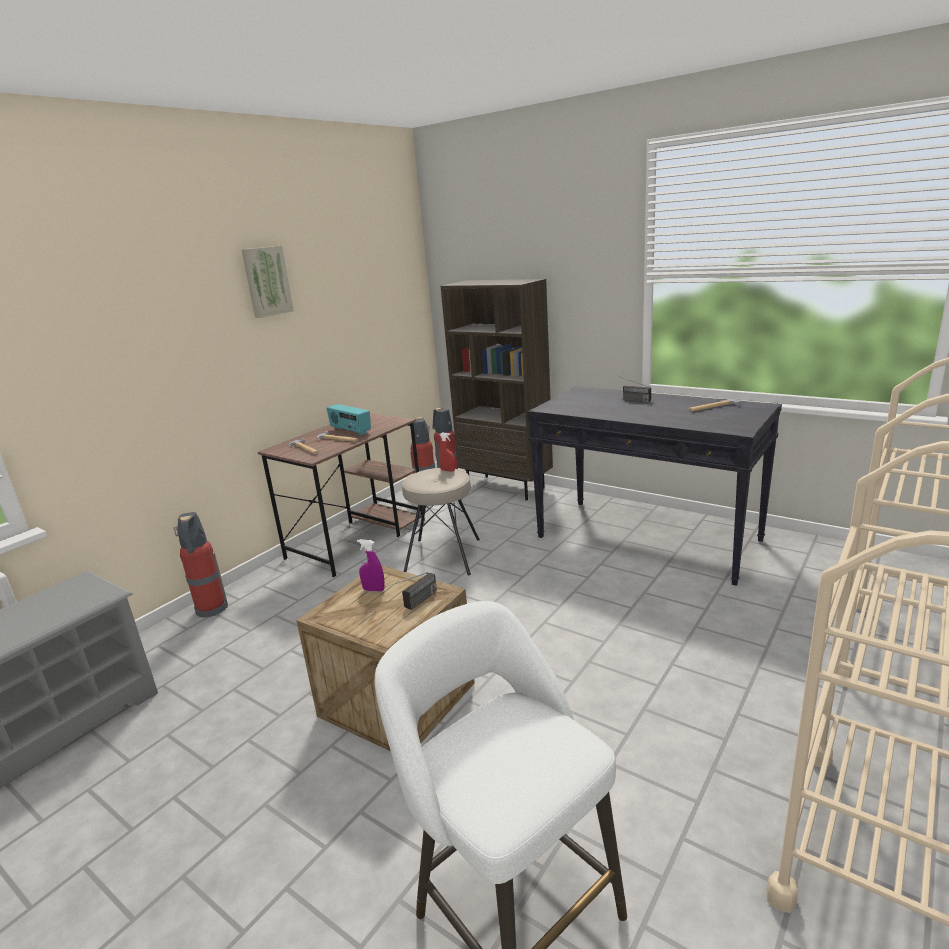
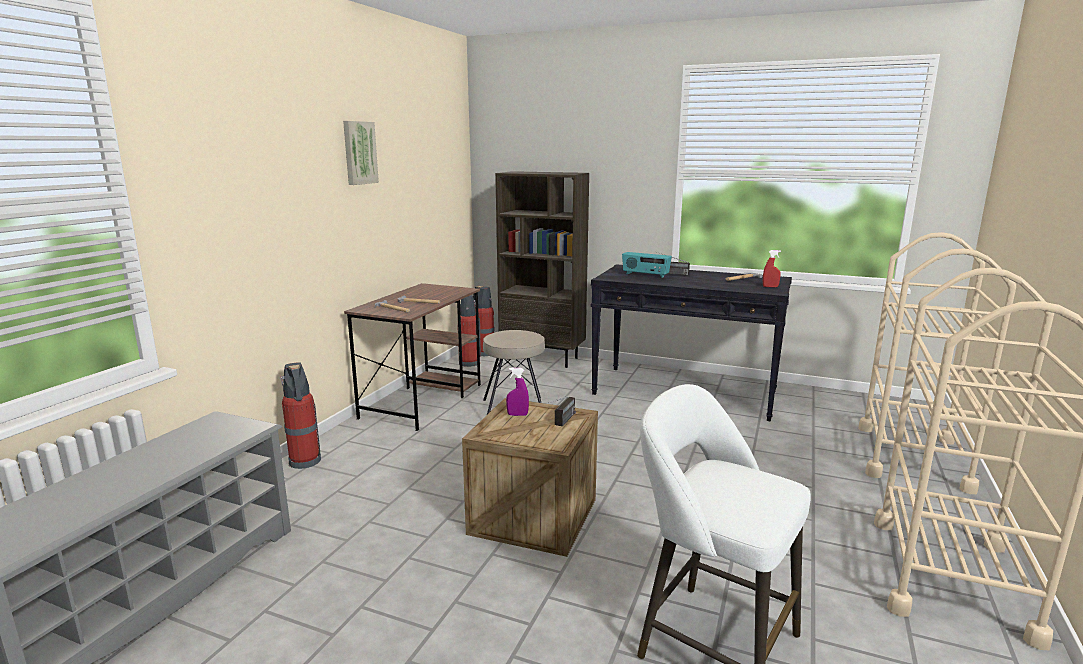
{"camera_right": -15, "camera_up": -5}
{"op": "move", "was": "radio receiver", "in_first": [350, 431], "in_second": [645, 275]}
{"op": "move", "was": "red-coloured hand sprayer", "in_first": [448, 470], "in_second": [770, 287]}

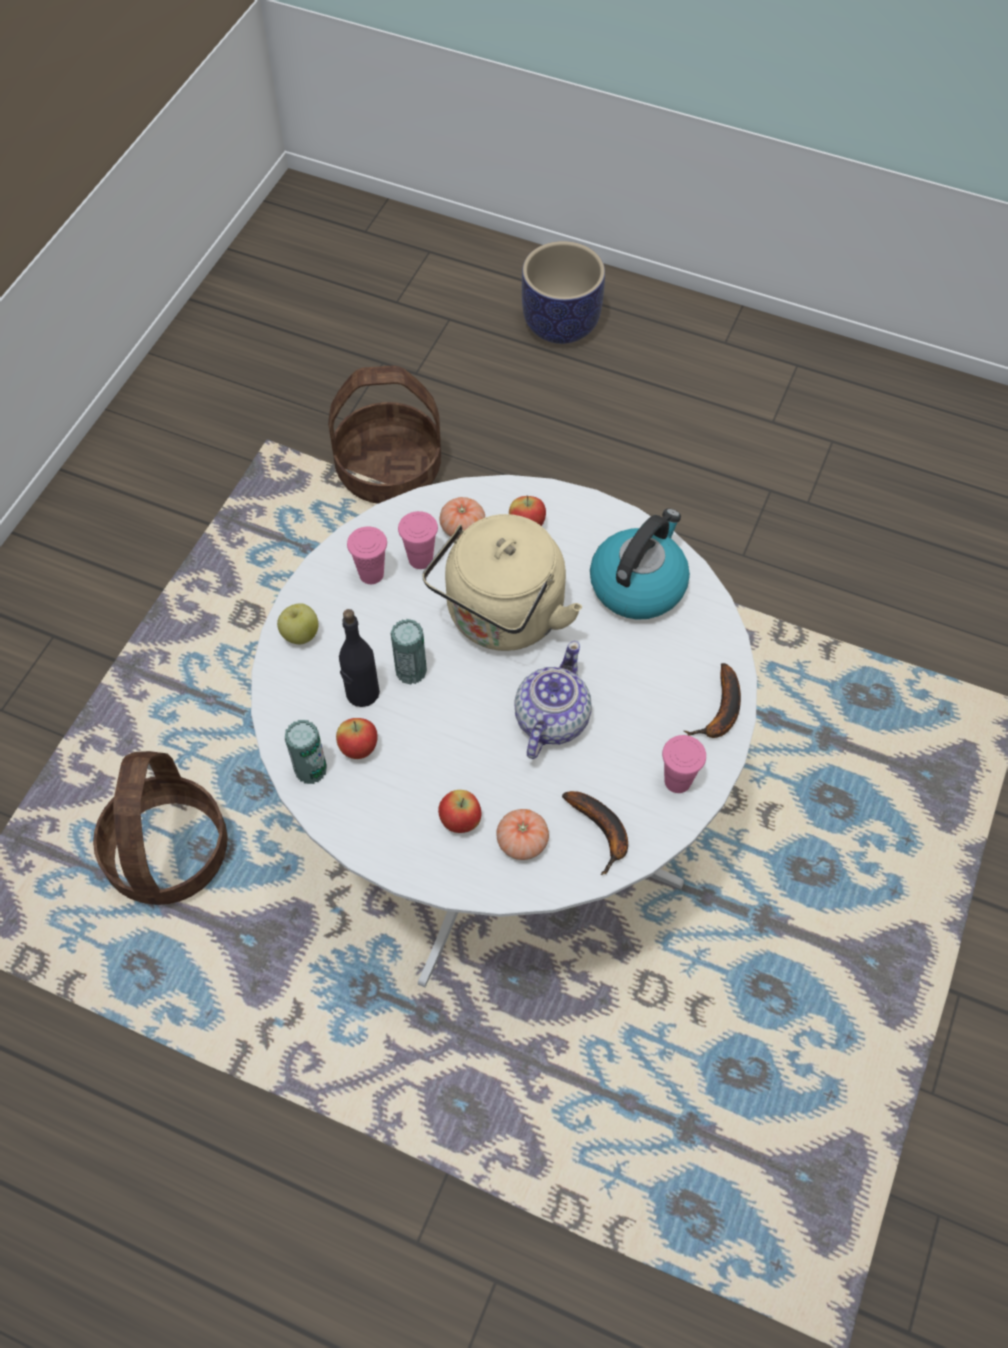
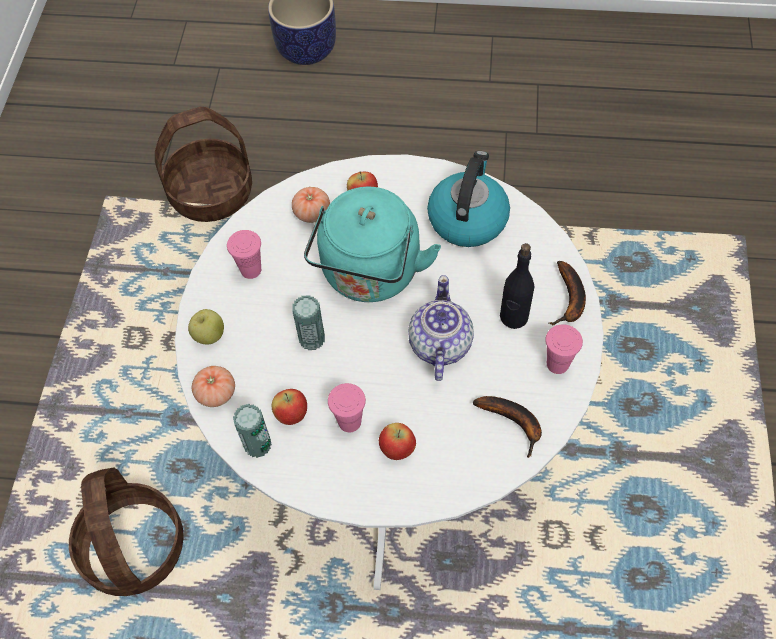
{"camera_right": -15, "camera_up": 0}
{"op": "move", "was": "fresh tomato", "in_first": [522, 841], "in_second": [216, 393]}
{"op": "recolor", "was": "beige-coloured tea kettle", "now": "blue-green tea kettle", "in_first": [502, 618], "in_second": [370, 275]}
{"op": "move", "was": "pink-coloured small cup", "in_first": [420, 559], "in_second": [349, 421]}
{"op": "move", "was": "black drink bottle", "in_first": [362, 693], "in_second": [513, 317]}

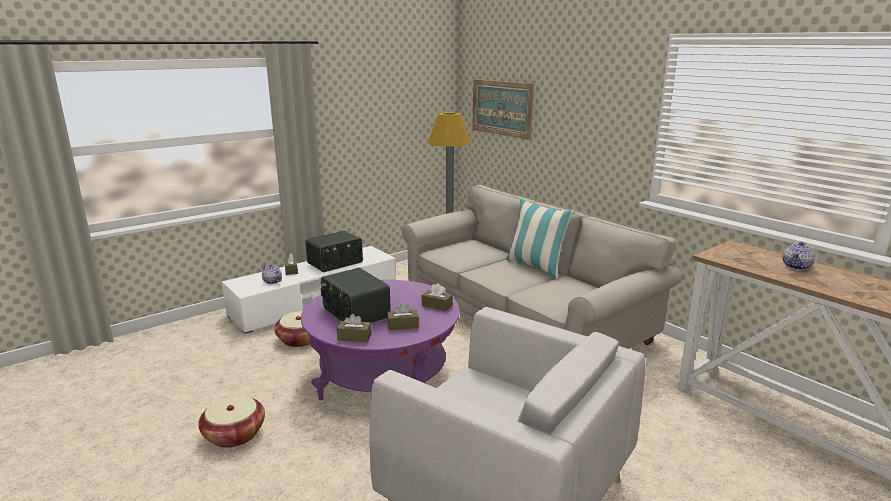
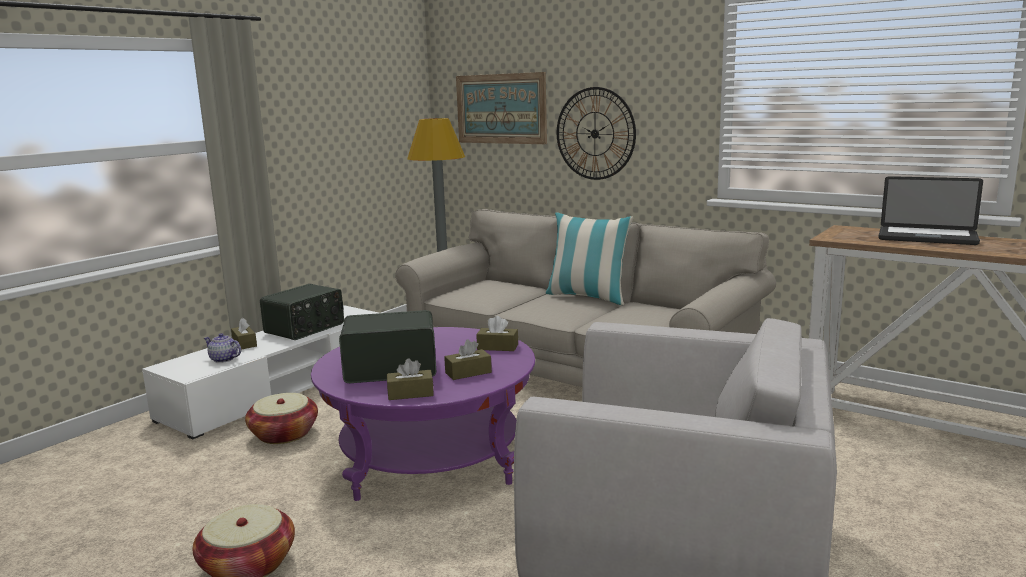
{"camera_right": -15, "camera_up": -5}
{"op": "rotate", "was": "radio receiver", "in_first": [355, 313], "in_second": [391, 368], "clockwise": 135}
{"op": "insert", "now": "wall clock", "in_second": [595, 134]}
{"op": "replace", "was": "tea pot", "now": "portable computer", "in_first": [796, 266], "in_second": [927, 237]}

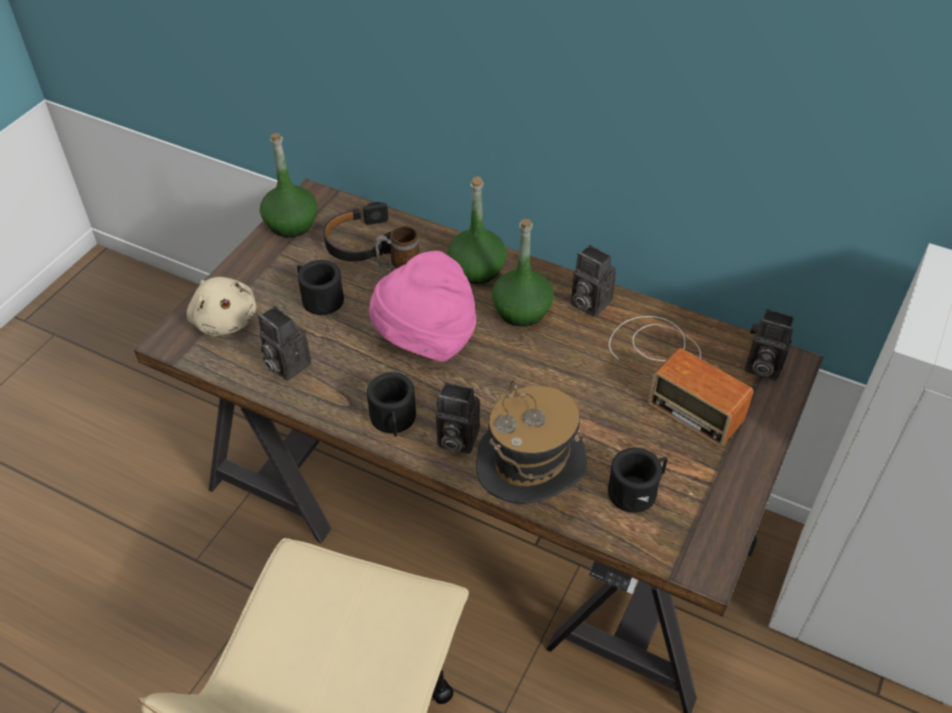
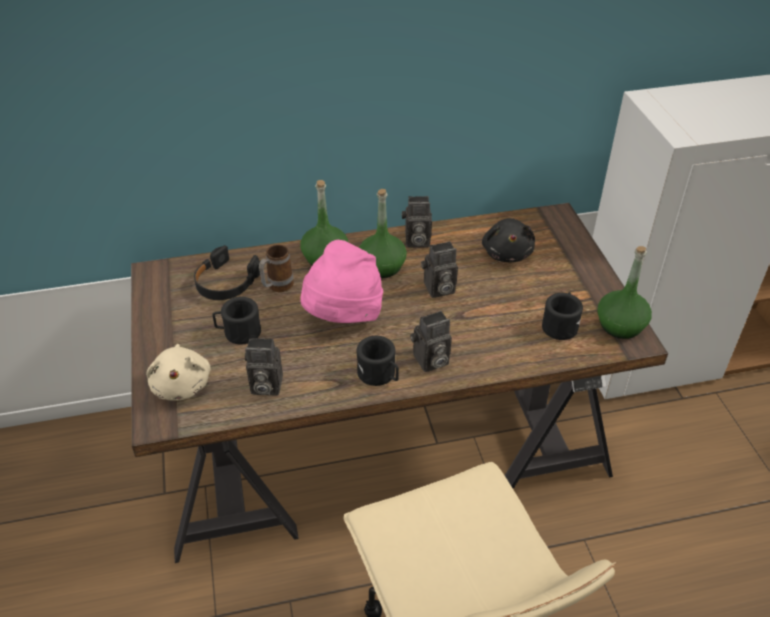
{"camera_right": -40, "camera_up": -5}
{"op": "rotate", "was": "beige-coloured cuddly toy", "in_first": [224, 319], "in_second": [182, 384], "clockwise": 60}
{"op": "move", "was": "photo camera", "in_first": [760, 366], "in_second": [438, 289]}
{"op": "replace", "was": "radio receiver", "now": "black cuddly toy", "in_first": [673, 373], "in_second": [507, 253]}
{"op": "move", "was": "green drink bottle", "in_first": [291, 224], "in_second": [620, 325]}
{"op": "delete", "was": "wearable hat", "in_first": [529, 493]}

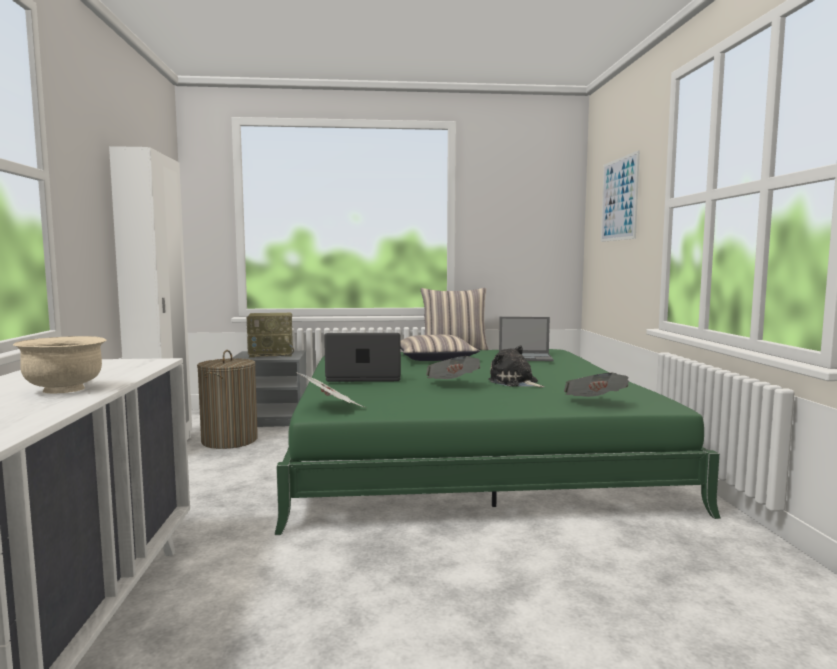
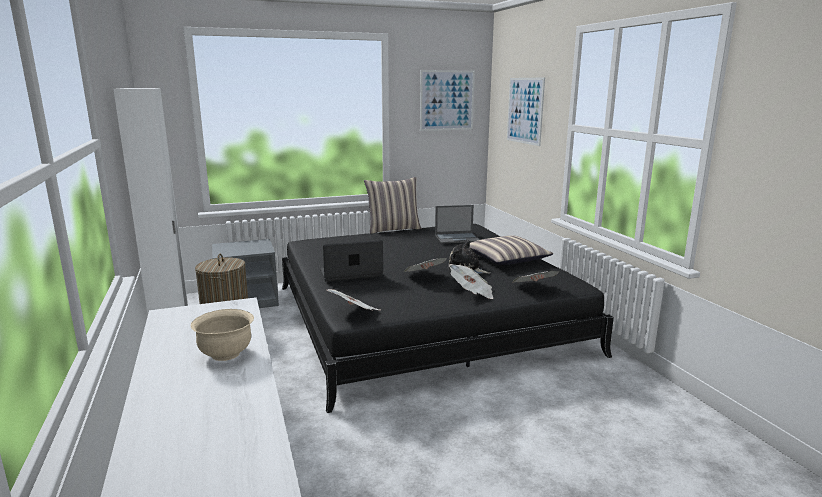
{"camera_right": -15, "camera_up": 10}
{"op": "recolor", "was": "green bed", "now": "black bed", "in_first": [465, 451], "in_second": [423, 318]}
{"op": "insert", "now": "wall art", "in_second": [447, 100]}
{"op": "insert", "now": "daily paper", "in_second": [471, 293]}
{"op": "move", "was": "cushion", "in_first": [435, 359], "in_second": [506, 259]}
{"op": "delete", "was": "radio receiver", "in_first": [272, 354]}

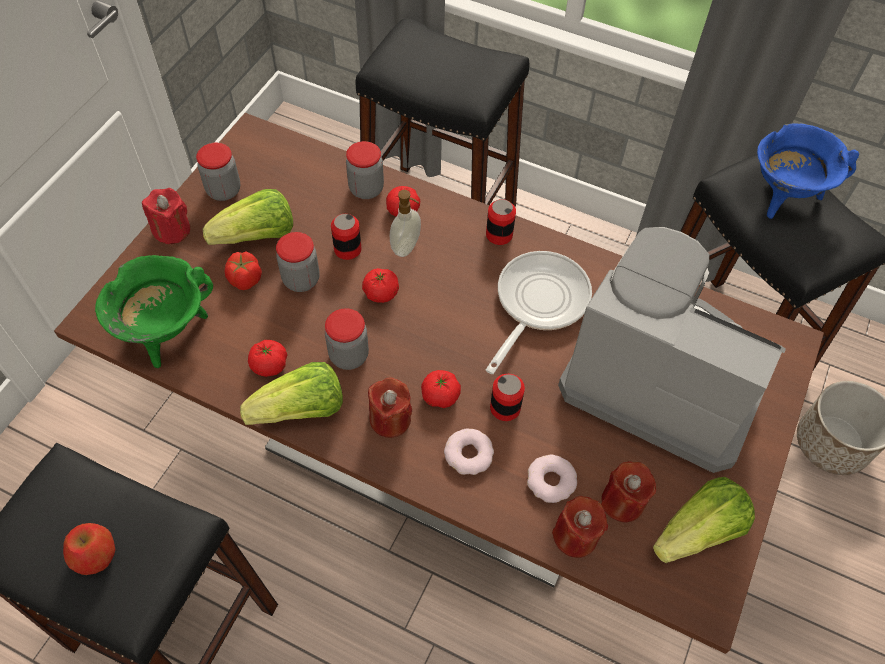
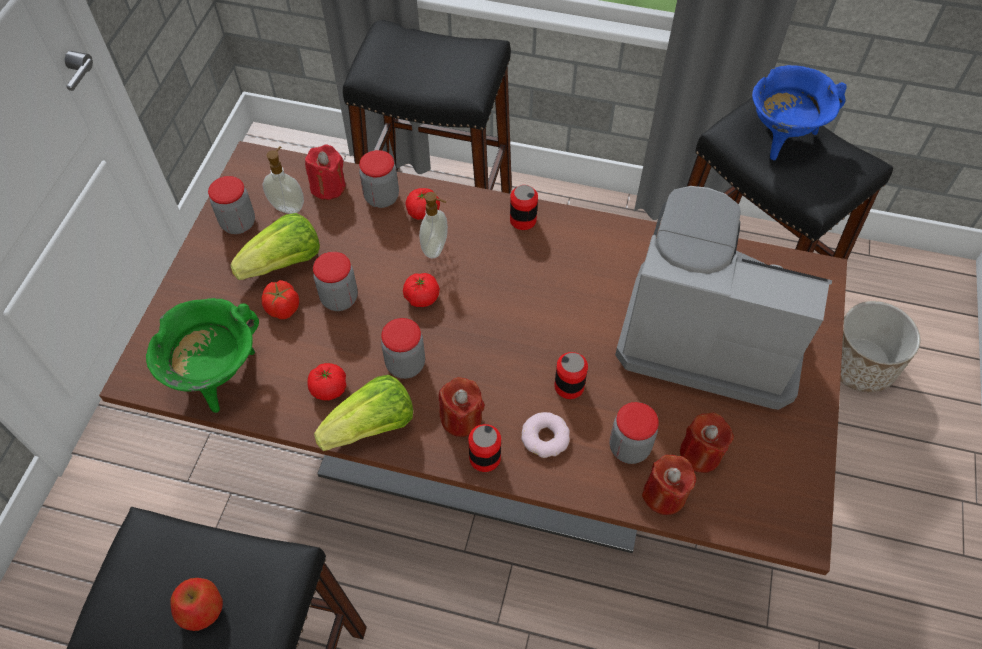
{"camera_right": -10, "camera_up": 0}
{"op": "insert", "now": "liquid soap bottle", "in_second": [288, 206]}
{"op": "move", "was": "red-coloured wax candle", "in_first": [172, 230], "in_second": [328, 187]}
{"op": "move", "was": "can", "in_first": [347, 249], "in_second": [485, 458]}
{"op": "replace", "was": "ring doughnut", "now": "preserve jar", "in_first": [551, 481], "in_second": [629, 447]}
{"op": "delete", "was": "fresh tomato", "in_first": [440, 396]}
{"op": "delete", "was": "frying pan", "in_first": [538, 303]}
{"op": "delete", "was": "lettuce", "in_first": [698, 531]}

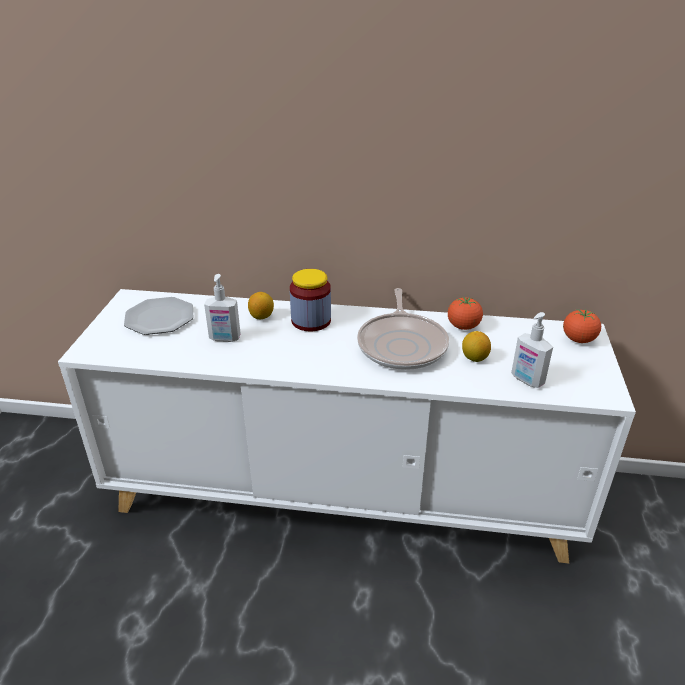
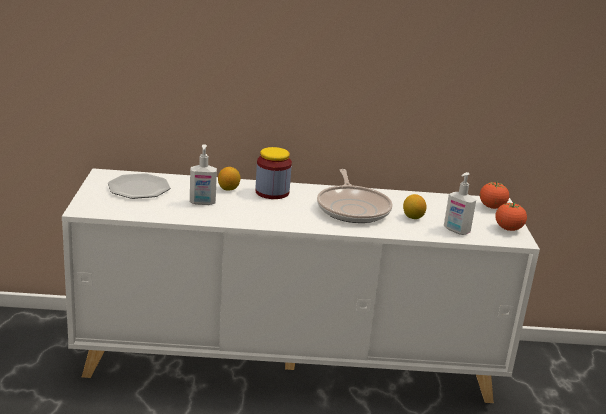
{"camera_right": -10, "camera_up": -10}
{"op": "move", "was": "fresh tomato", "in_first": [463, 327], "in_second": [508, 229]}

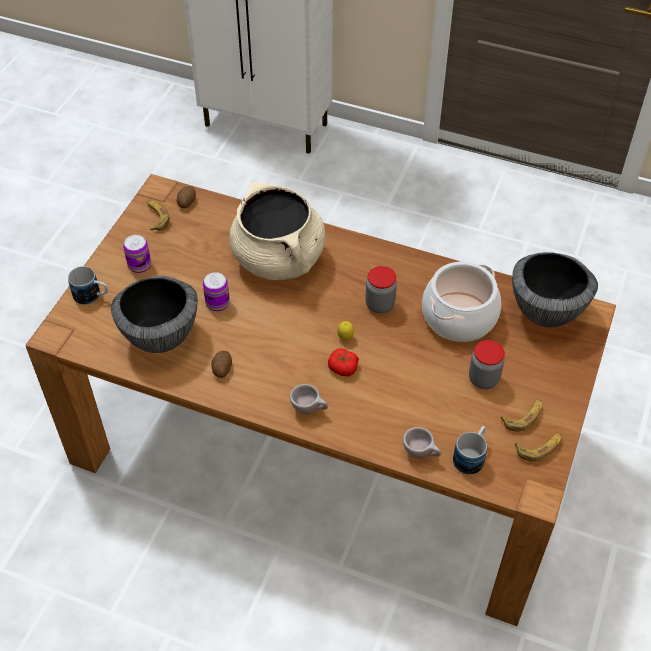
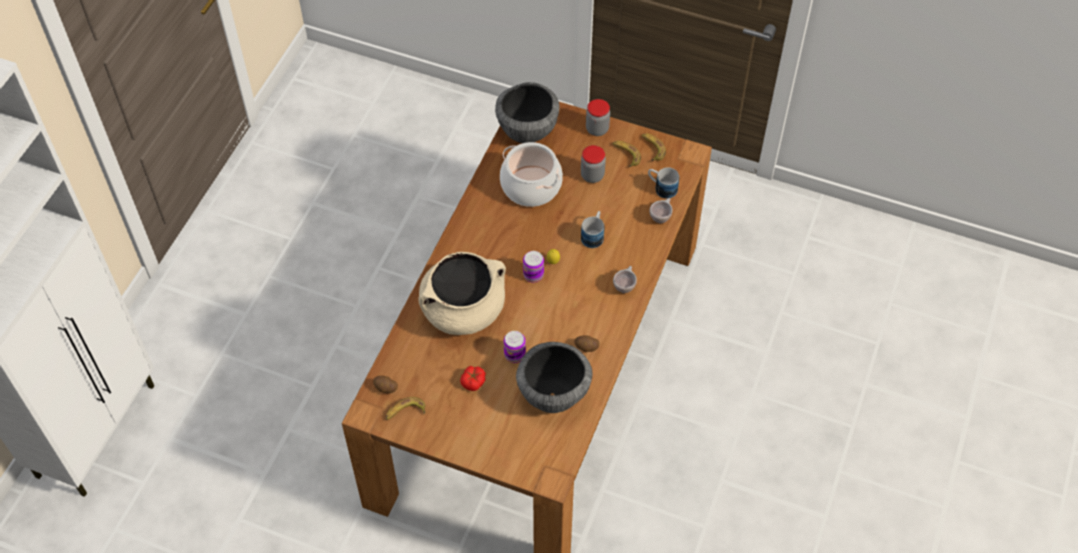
{"camera_right": -90, "camera_up": 5}
{"op": "move", "was": "fresh tomato", "in_first": [343, 368], "in_second": [473, 382]}
{"op": "move", "was": "can", "in_first": [139, 265], "in_second": [533, 275]}
{"op": "move", "was": "tea mug", "in_first": [92, 296], "in_second": [593, 235]}
{"op": "move", "was": "preserve jar", "in_first": [380, 304], "in_second": [597, 129]}

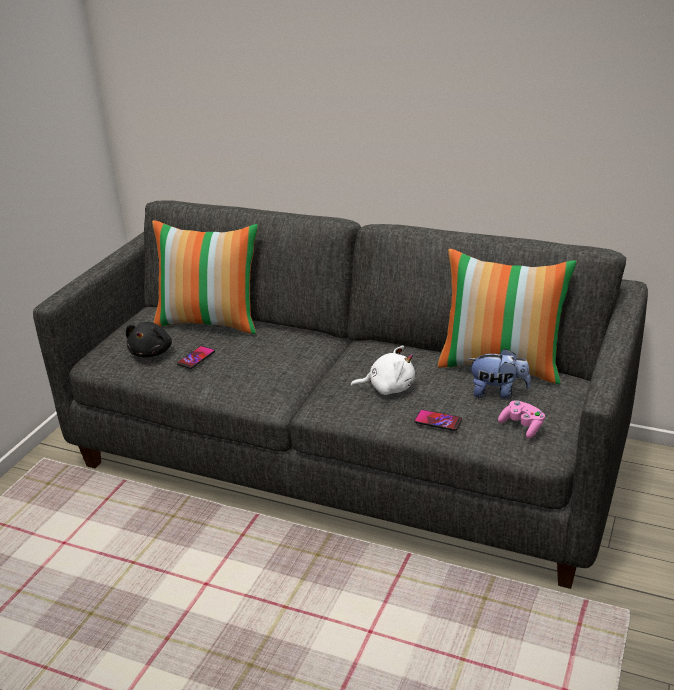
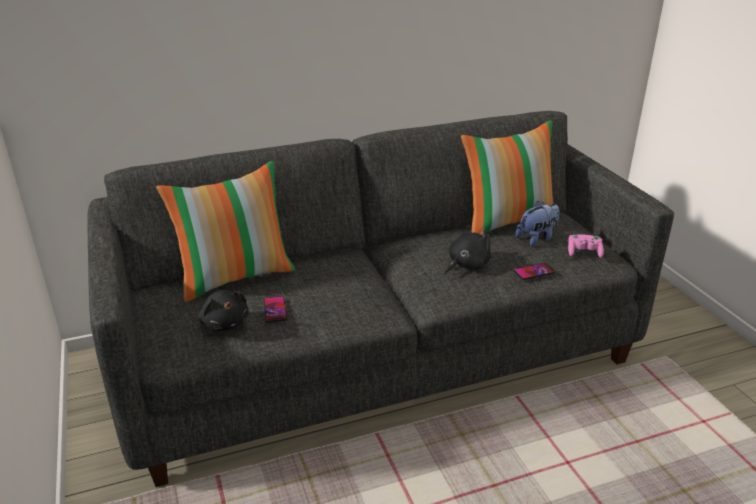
{"camera_right": -45, "camera_up": 0}
{"op": "recolor", "was": "whitish cuddly toy", "now": "black cuddly toy", "in_first": [388, 388], "in_second": [466, 265]}

